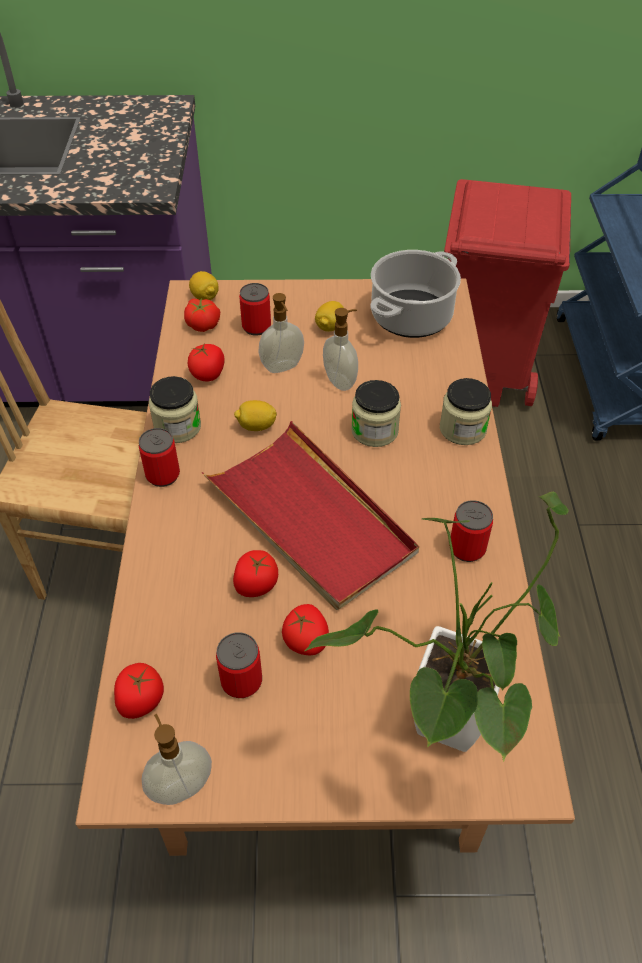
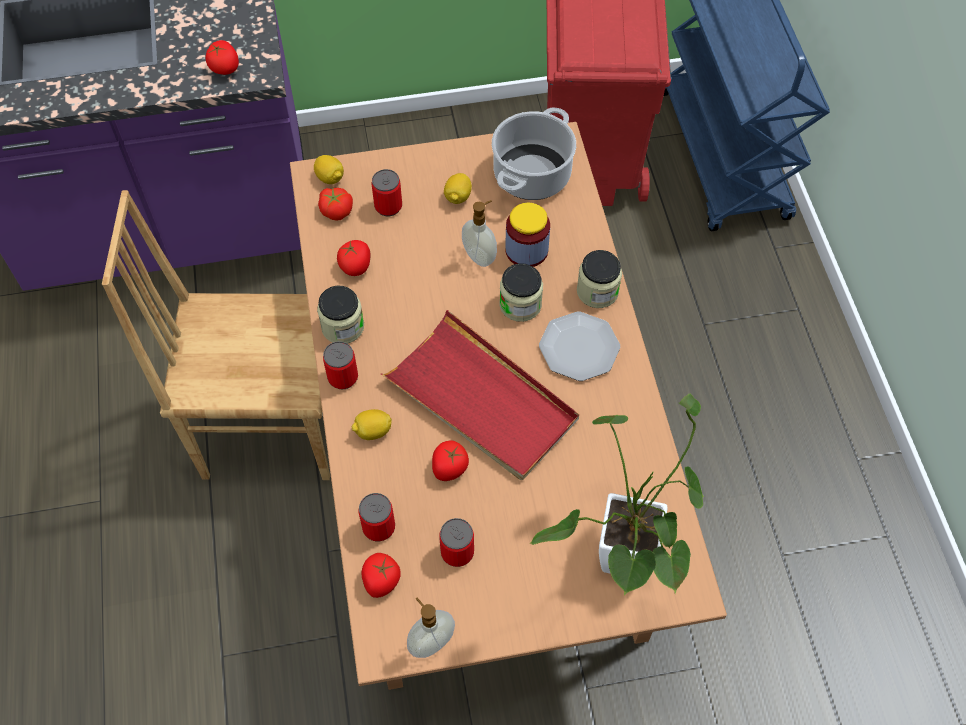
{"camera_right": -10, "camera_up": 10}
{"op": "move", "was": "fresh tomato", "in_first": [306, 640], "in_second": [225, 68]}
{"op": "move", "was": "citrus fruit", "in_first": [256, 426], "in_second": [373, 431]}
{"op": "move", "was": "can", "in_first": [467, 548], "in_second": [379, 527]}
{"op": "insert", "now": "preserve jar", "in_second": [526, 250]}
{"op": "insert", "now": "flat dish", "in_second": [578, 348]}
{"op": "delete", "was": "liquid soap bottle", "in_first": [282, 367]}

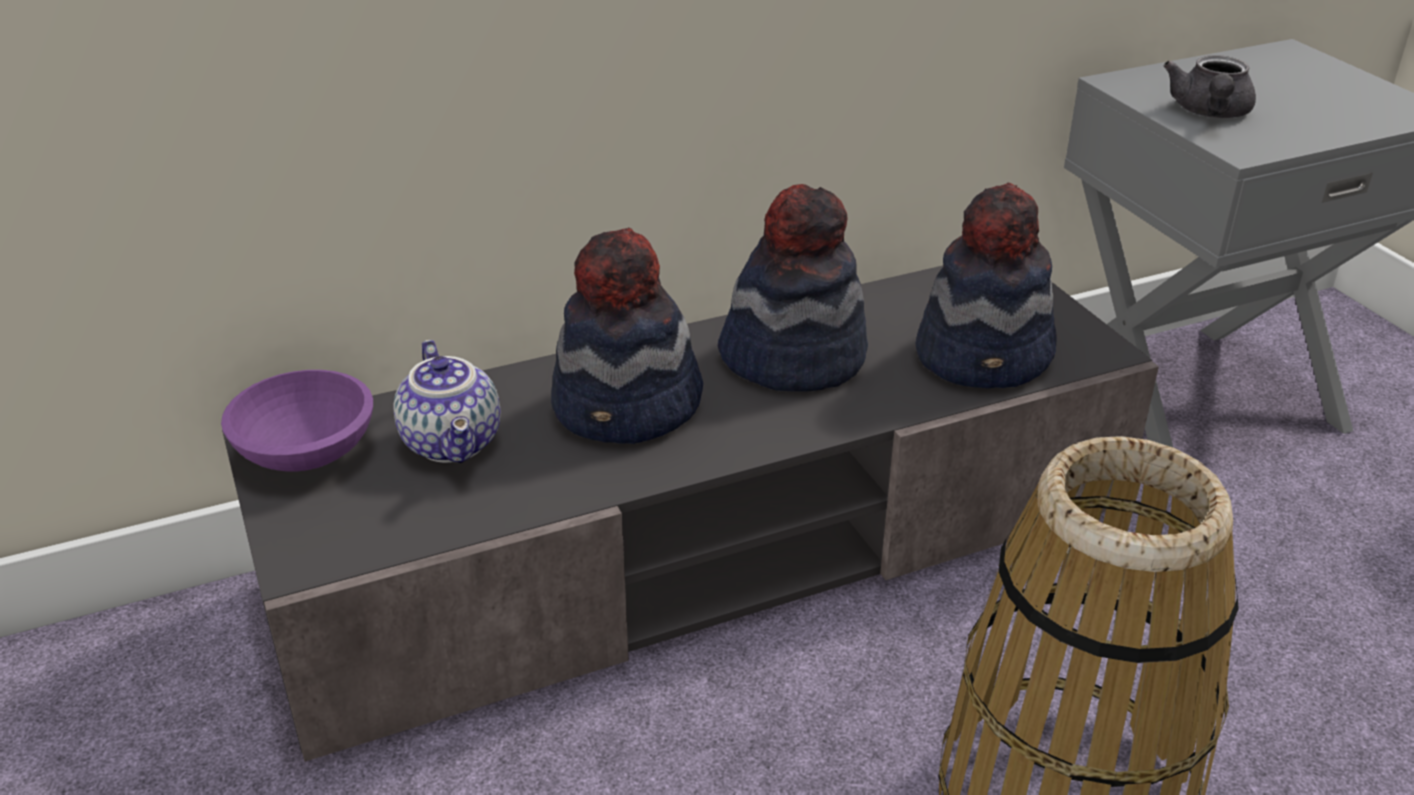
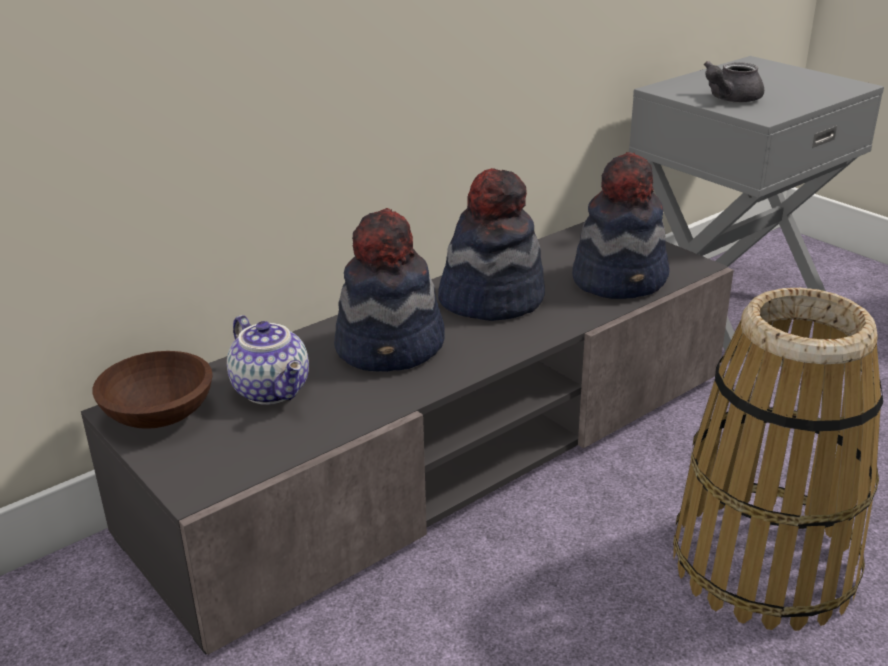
{"camera_right": -15, "camera_up": -5}
{"op": "recolor", "was": "purple bowl", "now": "brown bowl", "in_first": [304, 452], "in_second": [157, 415]}
{"op": "rotate", "was": "greyish tea pot", "in_first": [1209, 113], "in_second": [729, 99], "clockwise": 45}

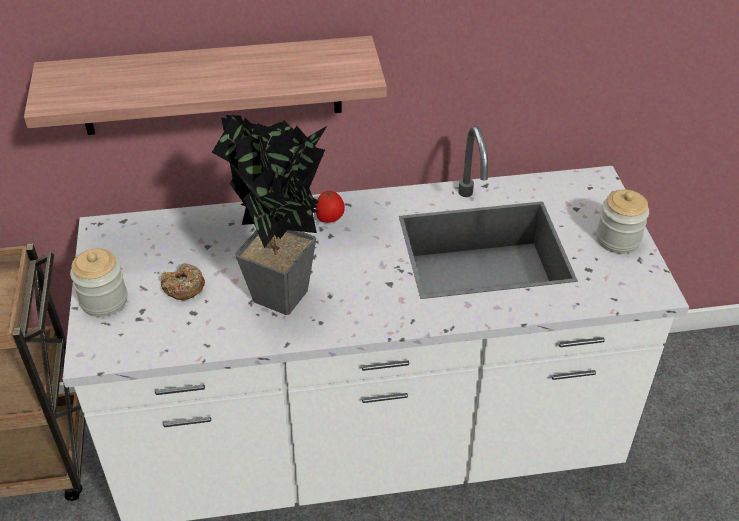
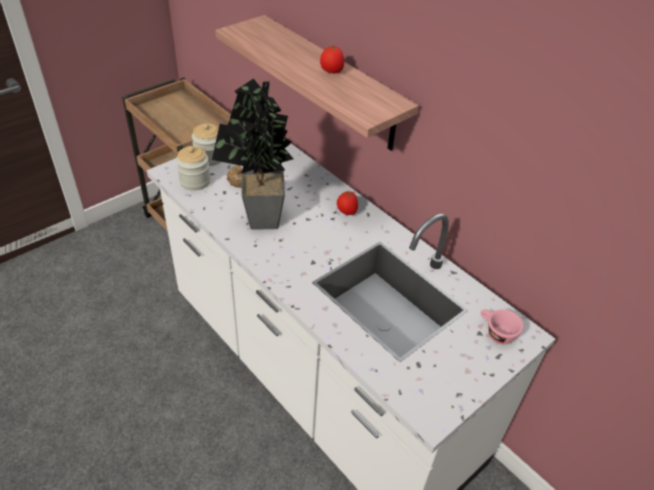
{"camera_right": 55, "camera_up": 0}
{"op": "move", "was": "preserve jar", "in_first": [618, 239], "in_second": [195, 181]}
{"op": "insert", "now": "fresh tomato", "in_second": [331, 72]}
{"op": "insert", "now": "pink-coloured small cup", "in_second": [496, 333]}

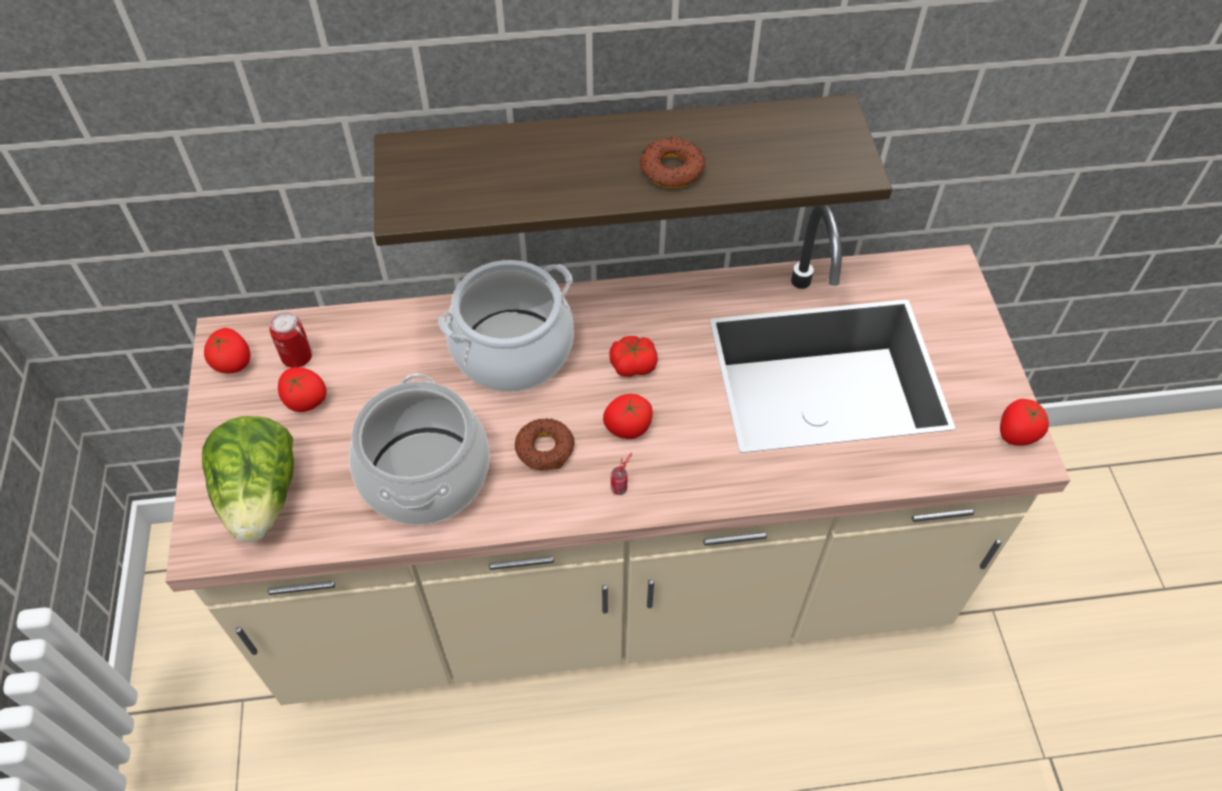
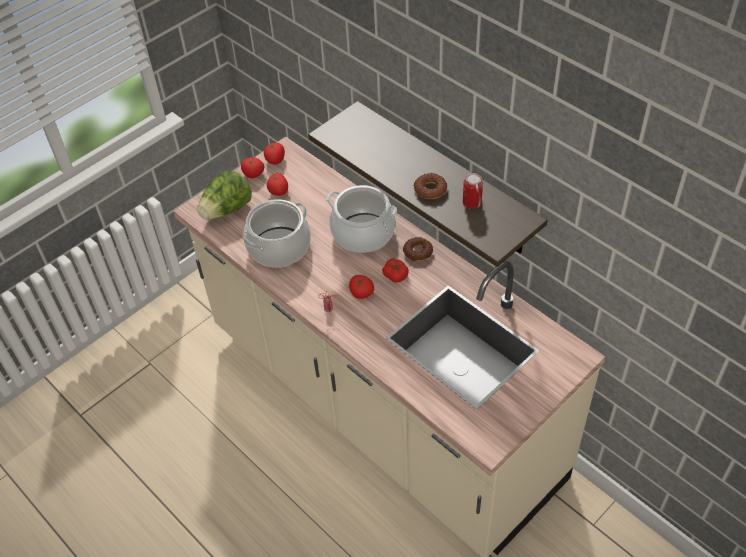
{"camera_right": 55, "camera_up": -5}
{"op": "move", "was": "fresh tomato", "in_first": [1017, 433], "in_second": [253, 174]}
{"op": "move", "was": "ring doughnut", "in_first": [545, 448], "in_second": [418, 252]}
{"op": "move", "was": "can", "in_first": [297, 357], "in_second": [472, 203]}

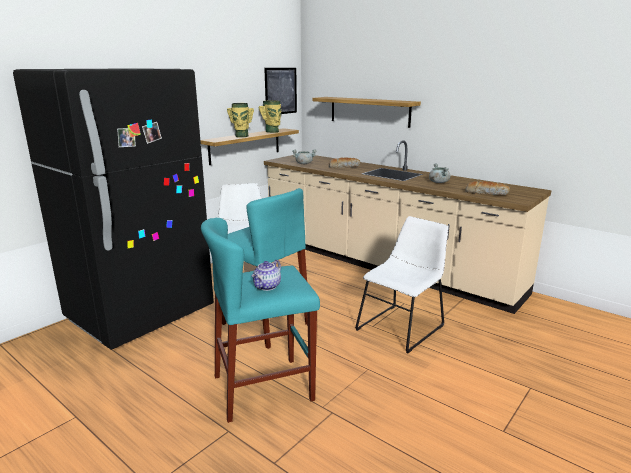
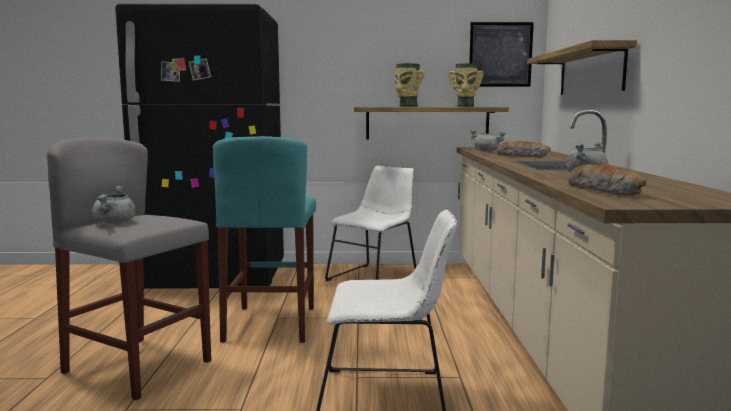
{"camera_right": 50, "camera_up": -10}
{"op": "recolor", "was": "blue-green sitting stool", "now": "greyish sitting stool", "in_first": [263, 388], "in_second": [138, 366]}
{"op": "replace", "was": "tea pot", "now": "greyish cooking pot", "in_first": [267, 287], "in_second": [115, 222]}

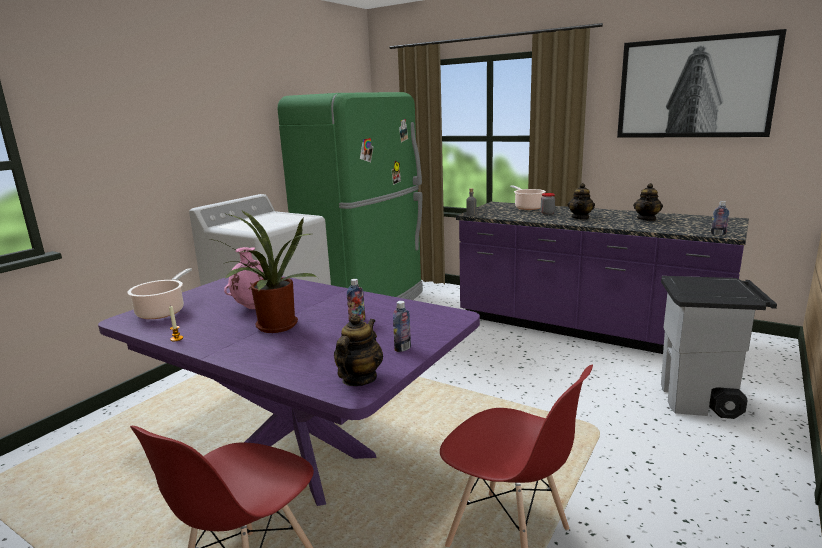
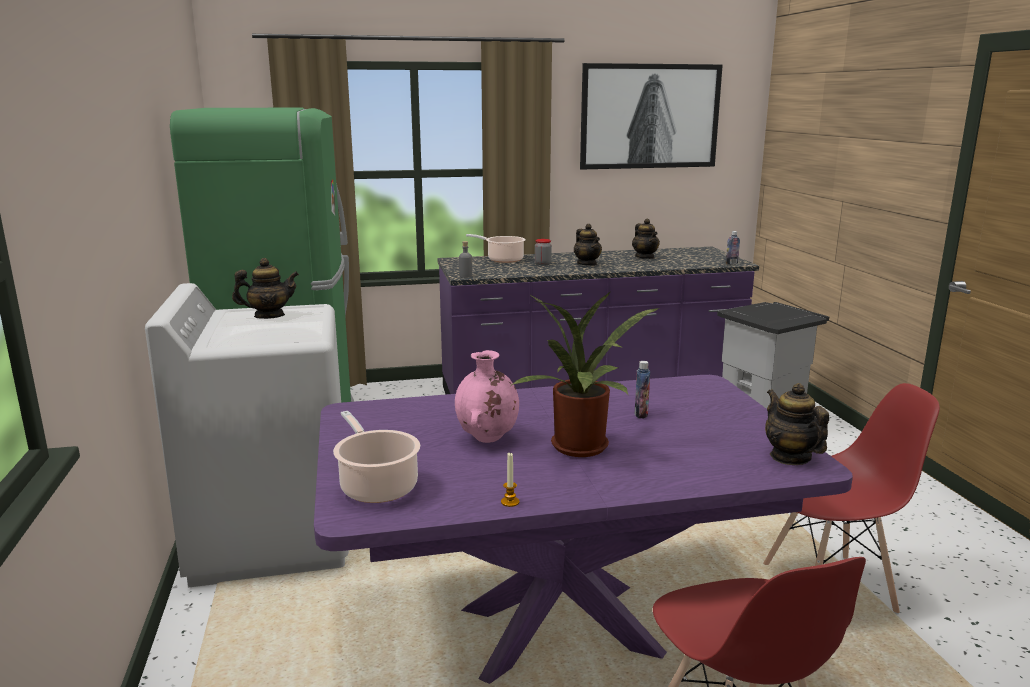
{"camera_right": -45, "camera_up": 0}
{"op": "insert", "now": "tea pot", "in_second": [269, 316]}
{"op": "delete", "was": "drink bottle", "in_first": [402, 348]}

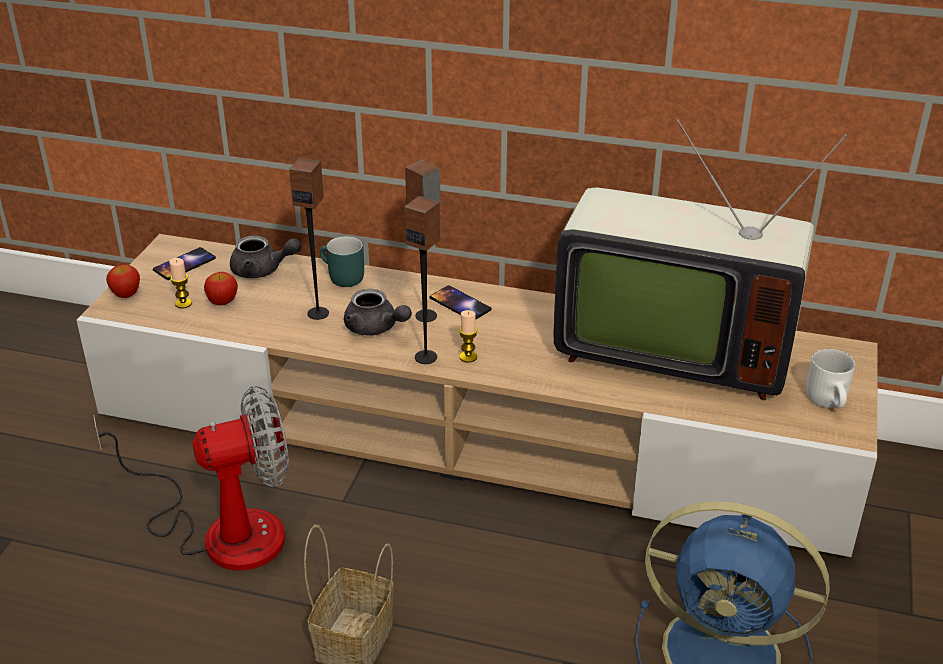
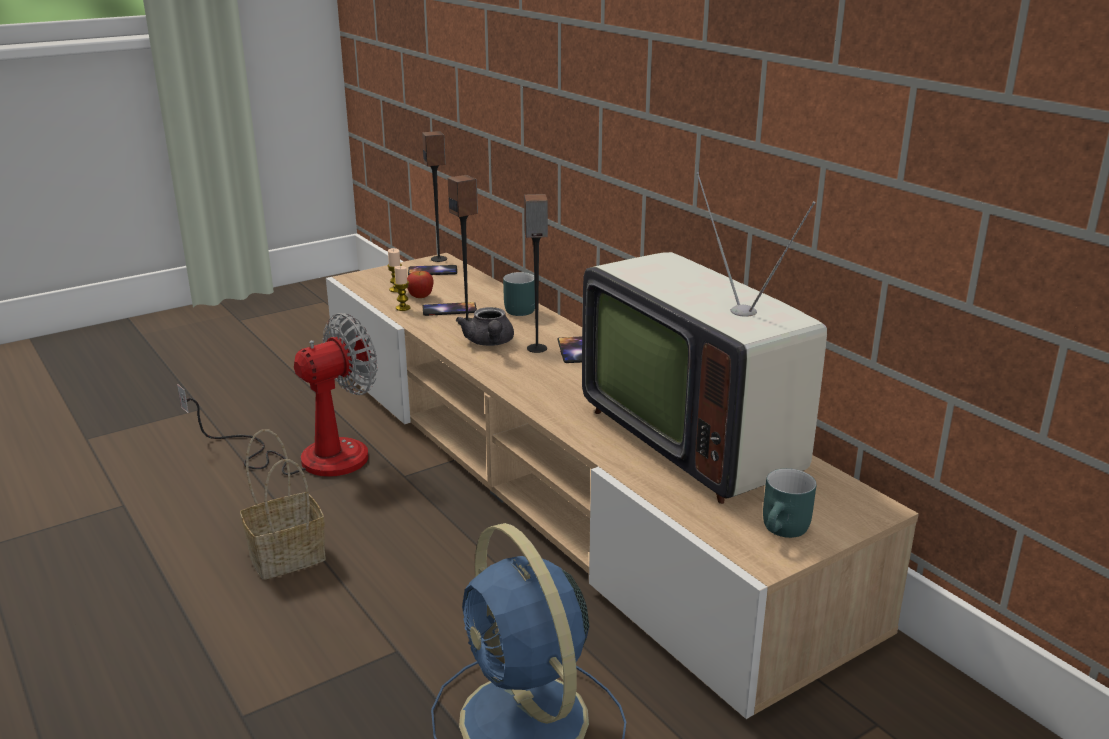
{"camera_right": 40, "camera_up": -10}
{"op": "rotate", "was": "electric fan", "in_first": [221, 529], "in_second": [310, 456], "clockwise": -60}
{"op": "move", "was": "wax candle", "in_first": [468, 357], "in_second": [403, 308]}
{"op": "move", "was": "speaker", "in_first": [426, 357], "in_second": [439, 259]}
{"op": "insert", "now": "phone", "in_second": [449, 309]}
{"op": "recolor", "was": "whitish tea mug", "now": "blue-green tea mug", "in_first": [830, 401], "in_second": [786, 531]}
{"op": "delete", "was": "apple", "in_first": [126, 294]}
{"op": "delete", "was": "greyish tea pot", "in_first": [262, 270]}

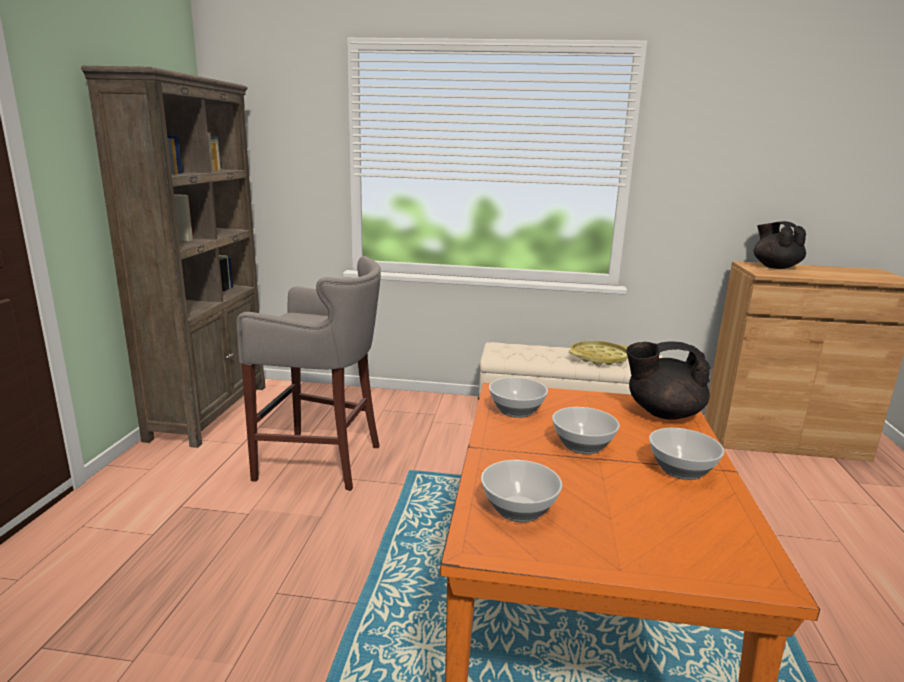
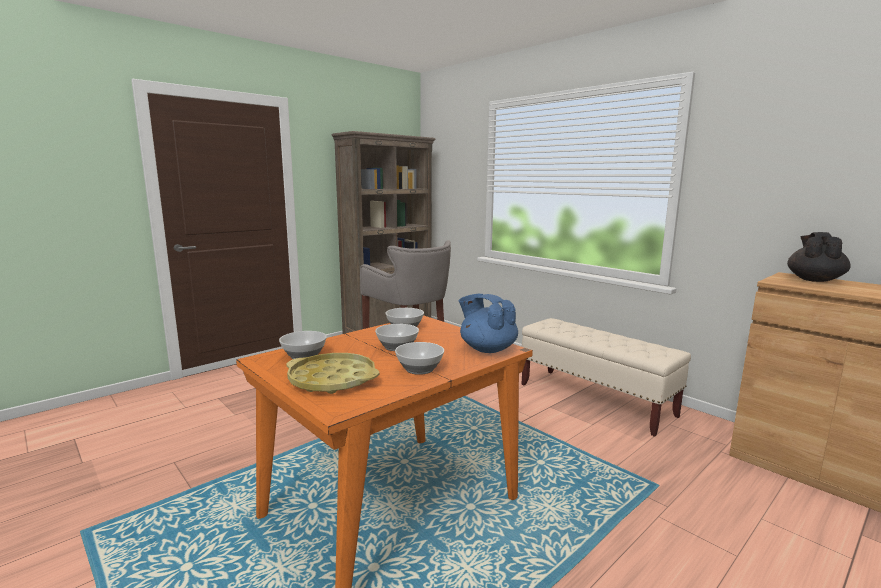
{"camera_right": 40, "camera_up": -5}
{"op": "move", "was": "yellowish tray", "in_first": [599, 357], "in_second": [332, 380]}
{"op": "recolor", "was": "black tea pot", "now": "blue tea pot", "in_first": [662, 413], "in_second": [487, 349]}

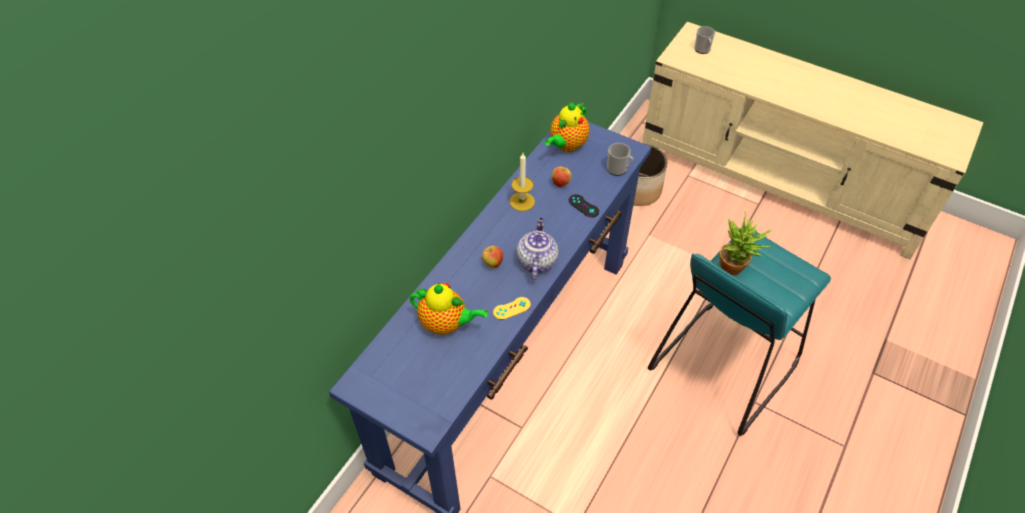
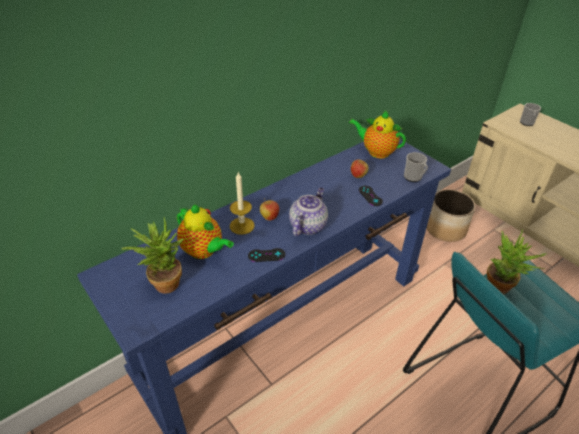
{"camera_right": 20, "camera_up": -10}
{"op": "insert", "now": "potted plant", "in_second": [163, 282]}
{"op": "move", "was": "wax candle", "in_first": [522, 201], "in_second": [242, 226]}
{"op": "recolor", "was": "yellowish game controller", "now": "black game controller", "in_first": [512, 308], "in_second": [266, 255]}
{"op": "rotate", "was": "tea pot", "in_first": [566, 145], "in_second": [376, 152], "clockwise": 60}

